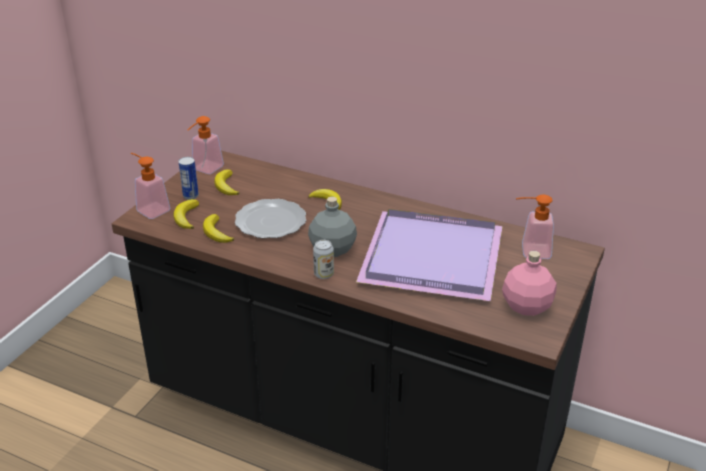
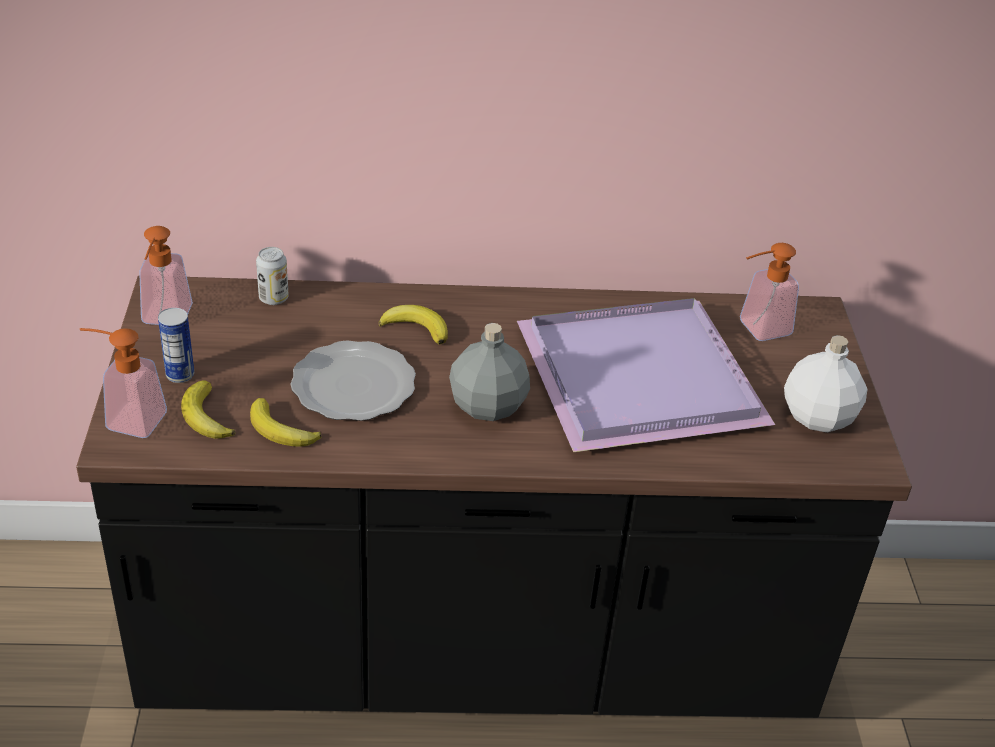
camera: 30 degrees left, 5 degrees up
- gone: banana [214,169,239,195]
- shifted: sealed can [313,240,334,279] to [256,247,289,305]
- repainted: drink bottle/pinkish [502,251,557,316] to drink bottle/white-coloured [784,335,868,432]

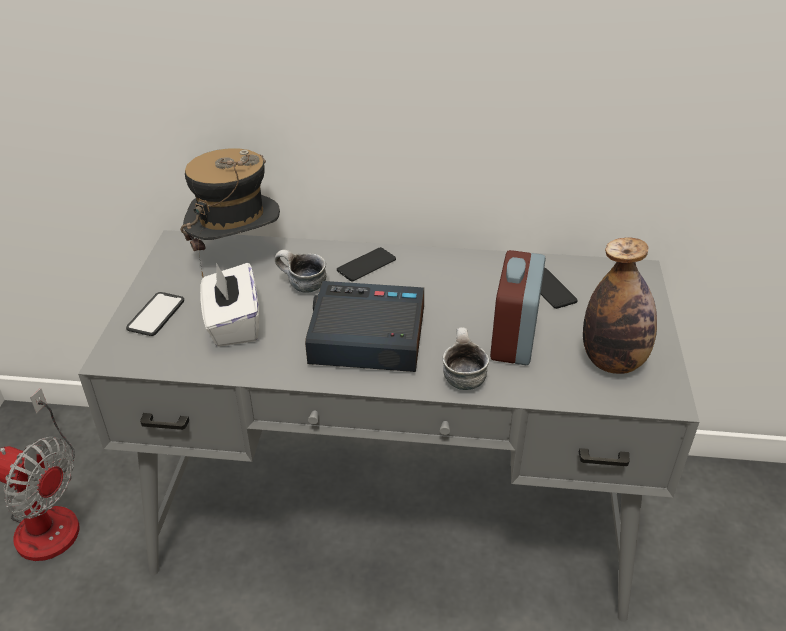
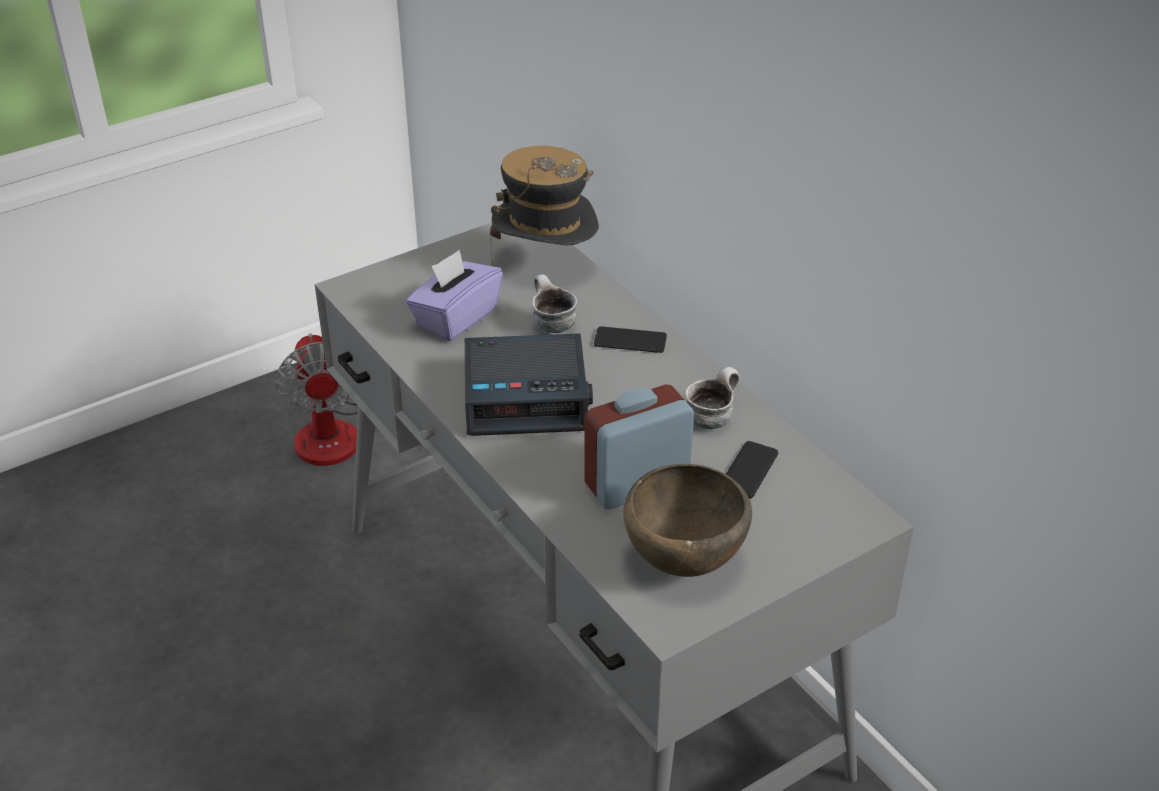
camera: 50 degrees right, 0 degrees up
- gone: handset [126,292,184,336]
- repainted: box of tissues/white-coloured [200,263,259,347] to box of tissues/purplish [406,250,503,341]
- rotated: bedside clock [305,281,424,372] = [465,333,593,436] 120 degrees clockwise
- shifted: mug [443,327,489,390] to [685,367,740,429]
- swapped: drink bottle [583,238,657,374] to deep dish/brownish [624,464,752,577]

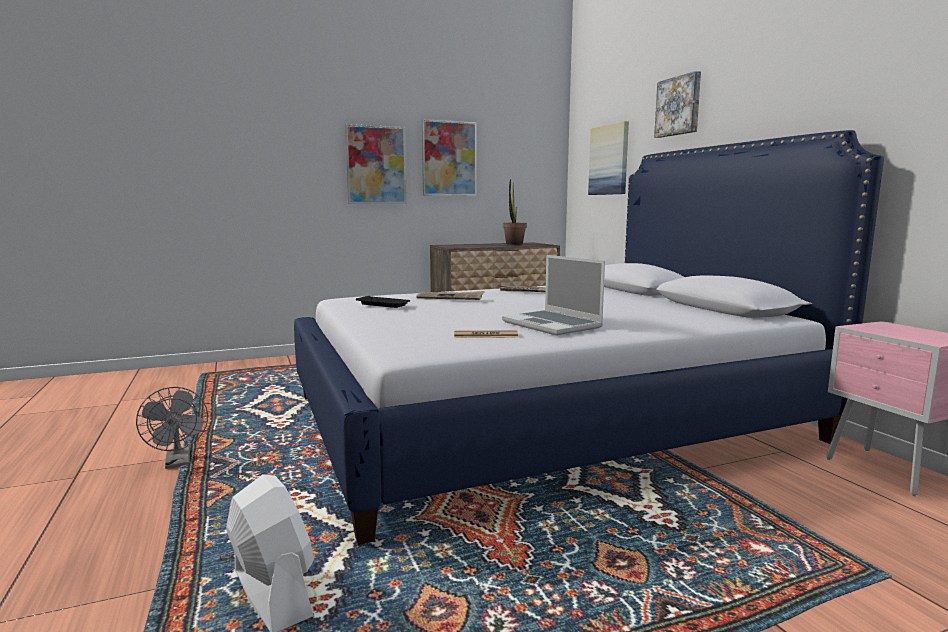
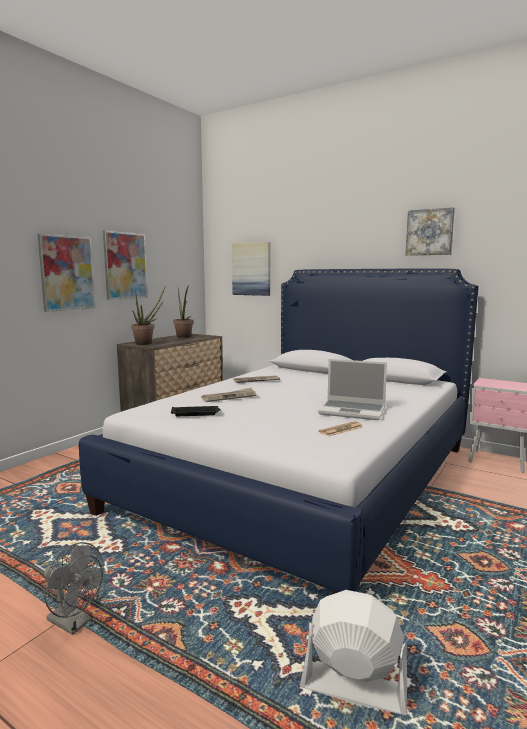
camera: 35 degrees left, 0 degrees up
- shifted: wall art [654,71,701,138] to [406,207,455,256]
- new: plant in a pot [131,285,166,345]

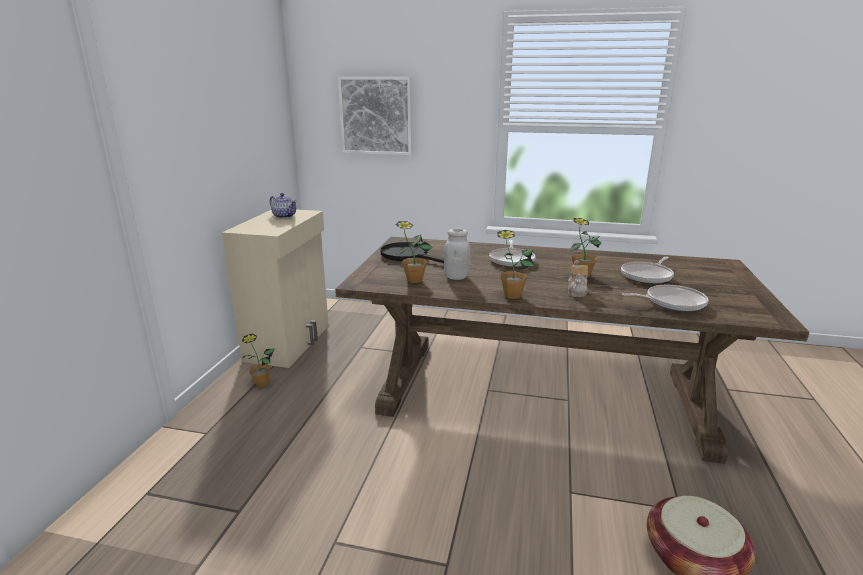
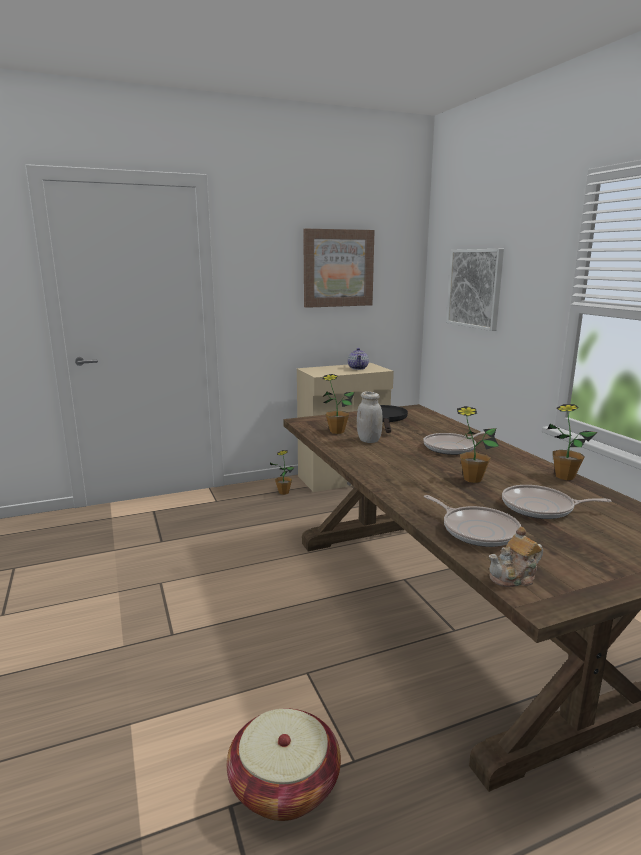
camera: 55 degrees right, 5 degrees down
- shifted: plant in a pot [497,230,534,299] to [547,404,597,480]
- shifted: tea pot [568,260,588,297] to [489,527,543,587]
- new: wall art [303,229,375,308]

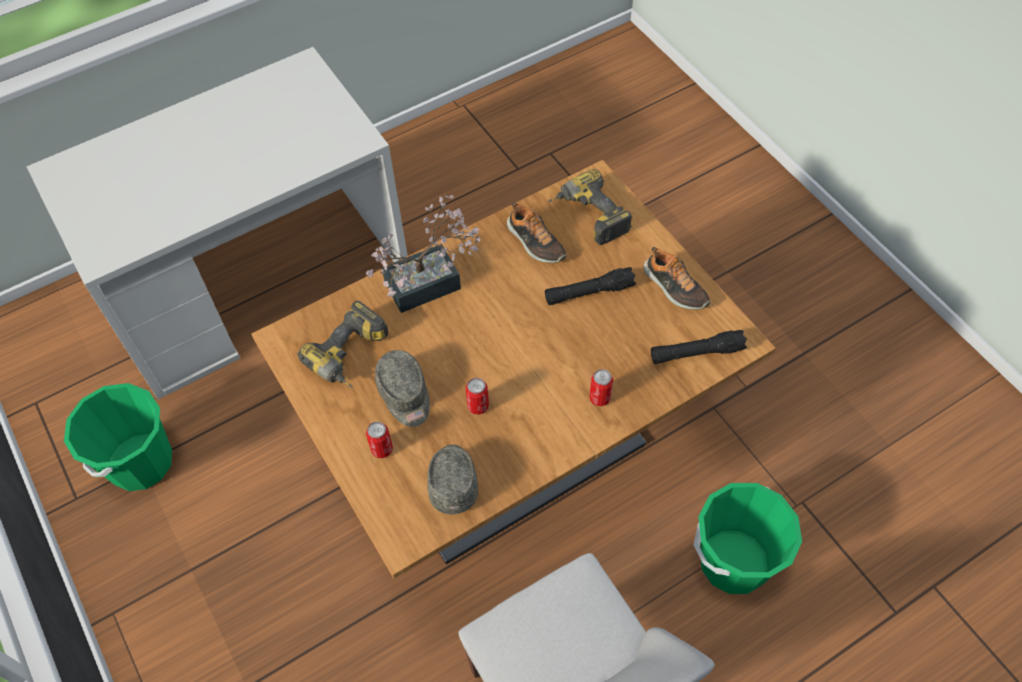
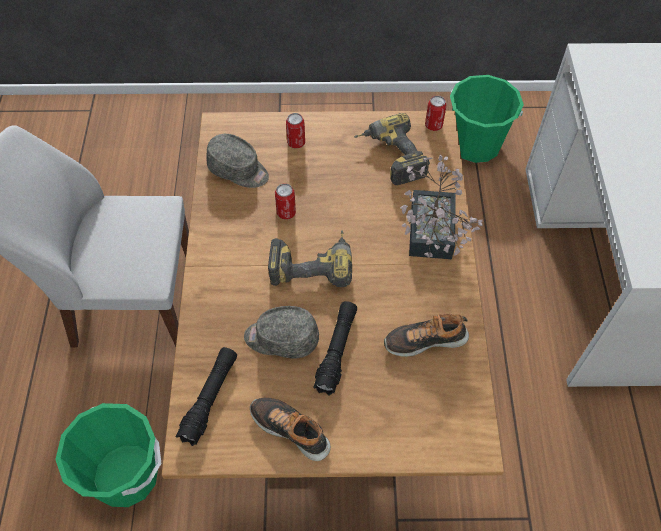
camera: 120 degrees right, 0 degrees up
- shifted: cap/greyish [375,350,430,427] to [244,306,319,358]
- shifted: electric drill [548,169,633,245] to [268,230,352,287]
- shifted: sealed can [589,369,613,406] to [425,96,447,131]
- rotated: item of footwear [644,247,710,310] = [250,398,331,461] 45 degrees clockwise

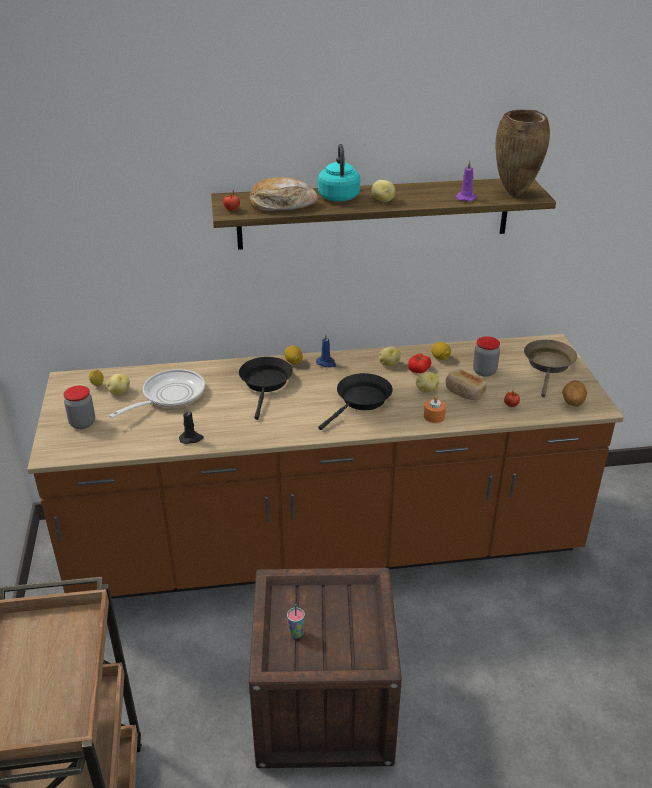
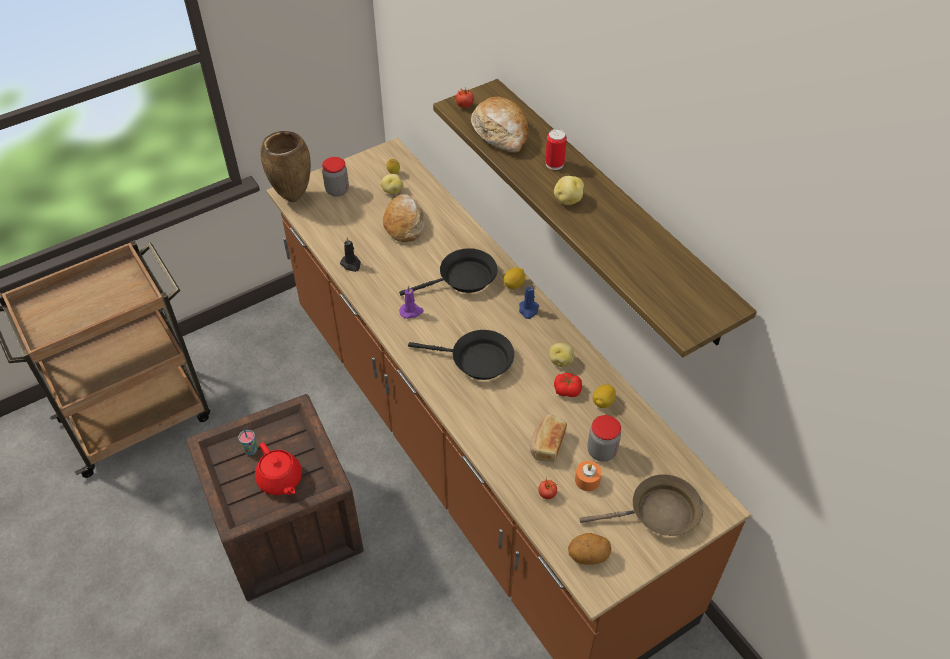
camera: 65 degrees right, 15 degrees up
- swapped: skillet [109,369,205,418] to baked bread [383,194,424,242]
- swapped: water kettle/blue-green [318,144,360,201] to sealed can [545,129,567,170]
- gone: spud [416,372,439,393]
- shifted: candle/orange [424,396,446,423] to [575,461,602,491]
- shifted: candle/purplish [456,161,476,202] to [399,285,424,319]
- shifted: flower vase/brownish [495,110,550,196] to [261,131,311,202]
- new: tea pot/reddish [255,442,302,495]

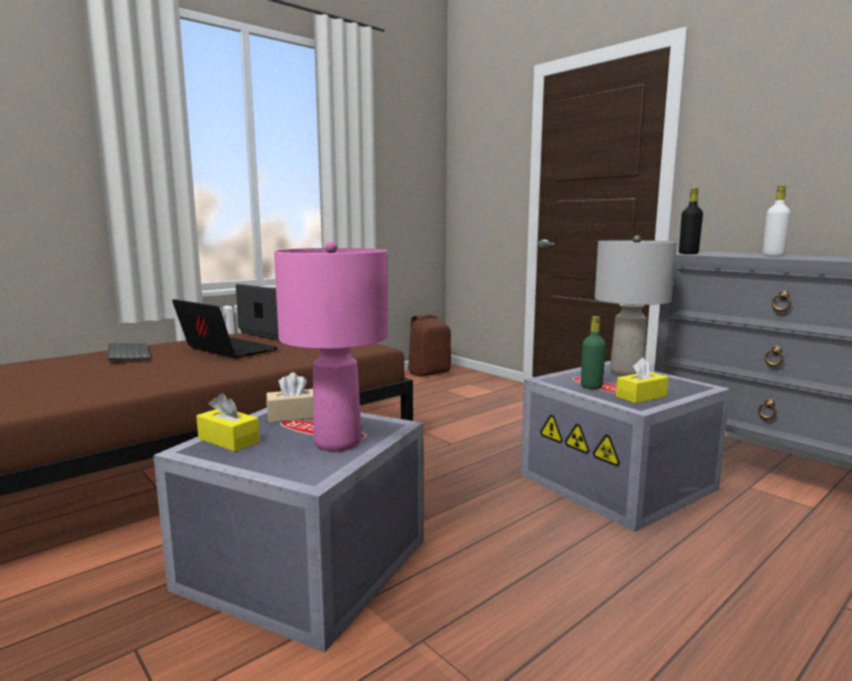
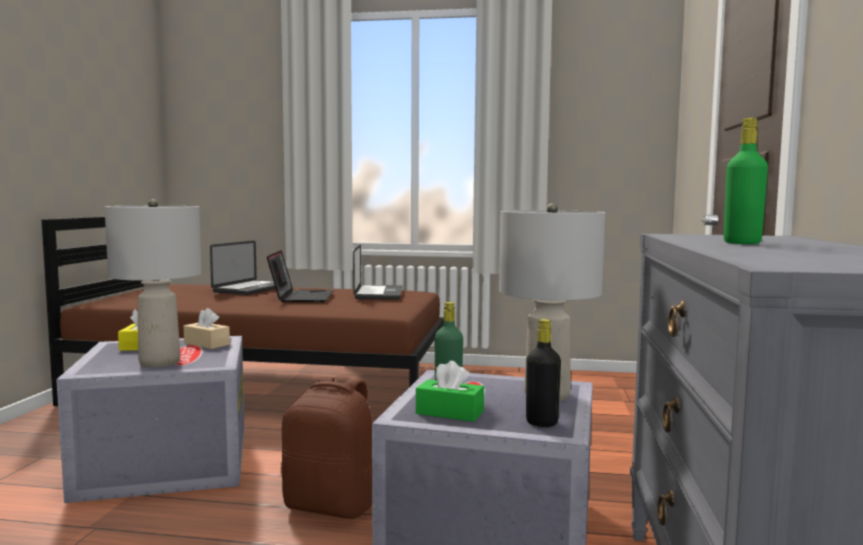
camera: 50 degrees right, 5 degrees down
- swapped: keyboard [108,343,151,361] to portable computer [210,241,276,295]
- repainted: lamp for a table/pinkish [274,241,388,452] to lamp for a table/greyish [105,199,202,367]
- shifted: backpack/brownish [408,314,451,376] to [281,376,372,519]
- repainted: box of tissues/yellowish [616,358,669,403] to box of tissues/green [416,361,484,422]
- shifted: drink bottle/blackish [679,188,703,254] to [526,319,561,427]
- repainted: drink bottle/white-coloured [763,185,791,257] to drink bottle/green [724,118,768,244]

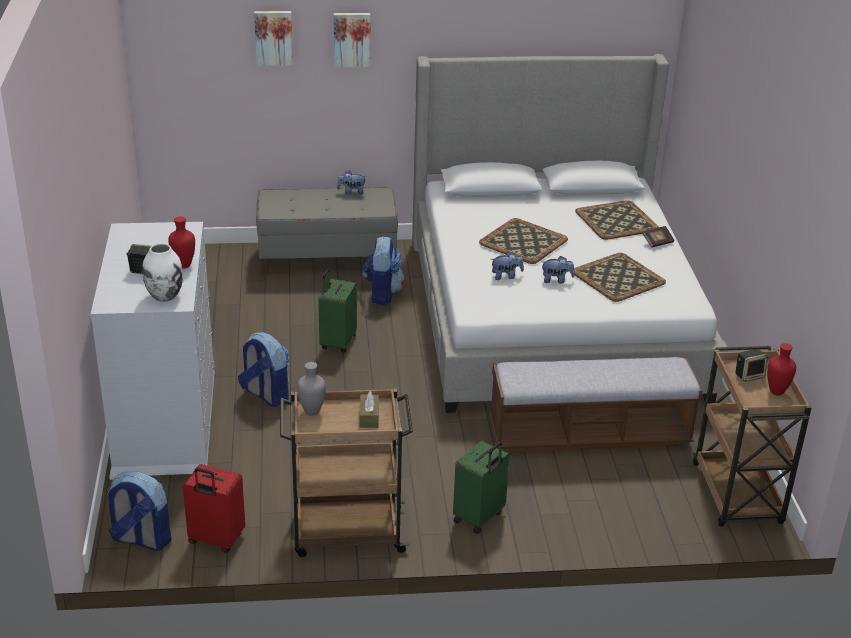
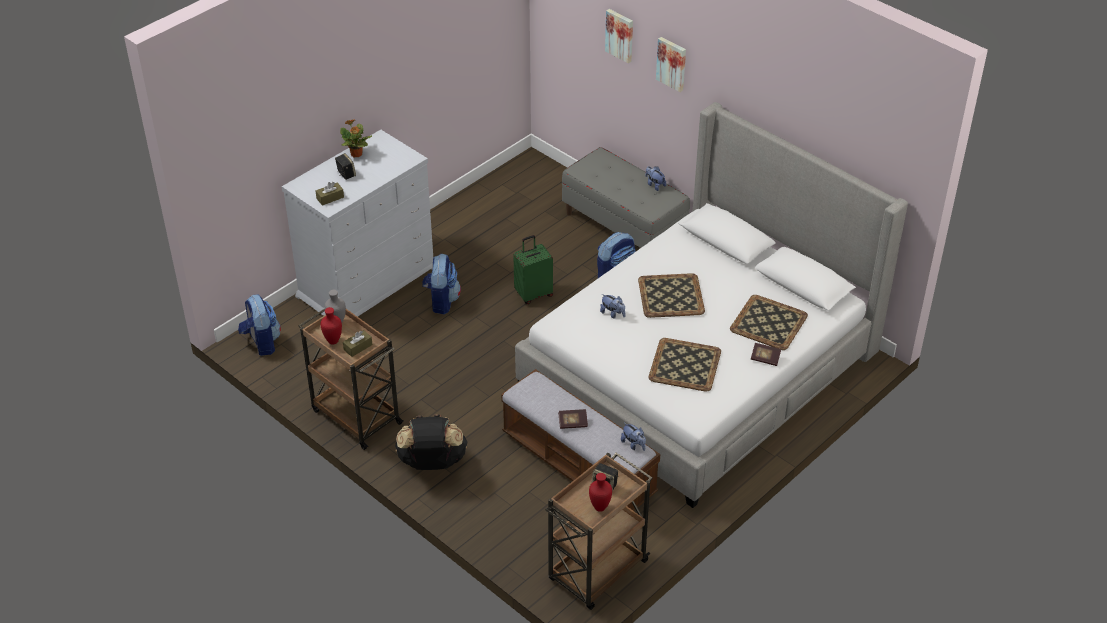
camera: 50 degrees right, 10 degrees up
- swapped: flower vase/white-coloured [142,243,183,302] to box of tissues/brownish [316,182,344,206]
- shifted: flower vase/reddish [168,216,195,269] to [321,307,342,344]
- gone: piece of luggage/reddish [183,464,245,553]
- swapped: piece of luggage/green [453,441,510,534] to backpack/blackish [395,414,467,470]
- shifted: plush toy [542,256,574,284] to [621,423,646,451]
- new: plant in a pot [340,119,372,157]
- new: volume [558,409,588,429]

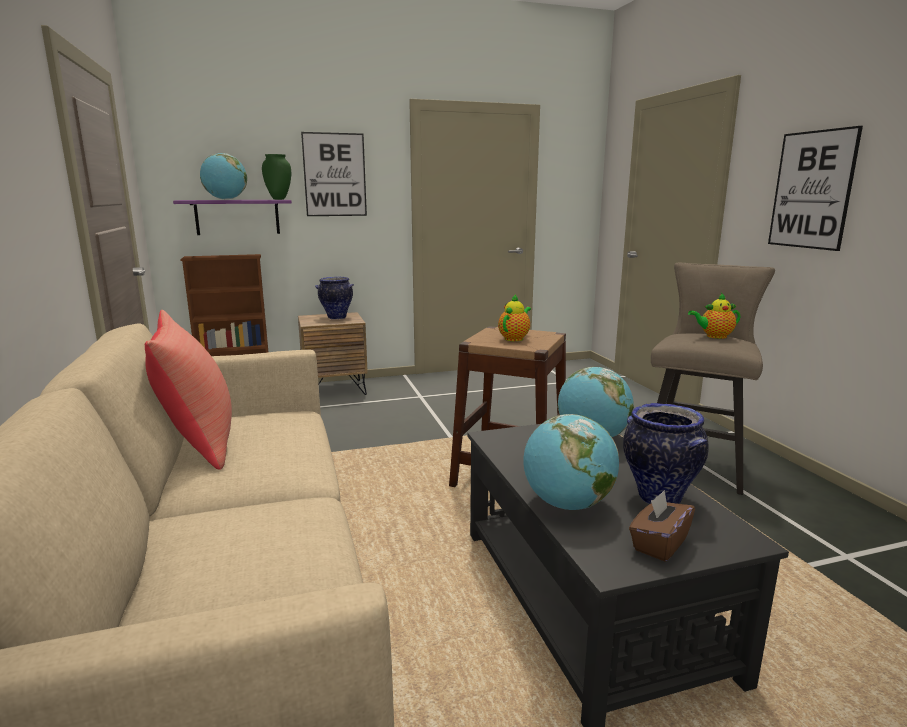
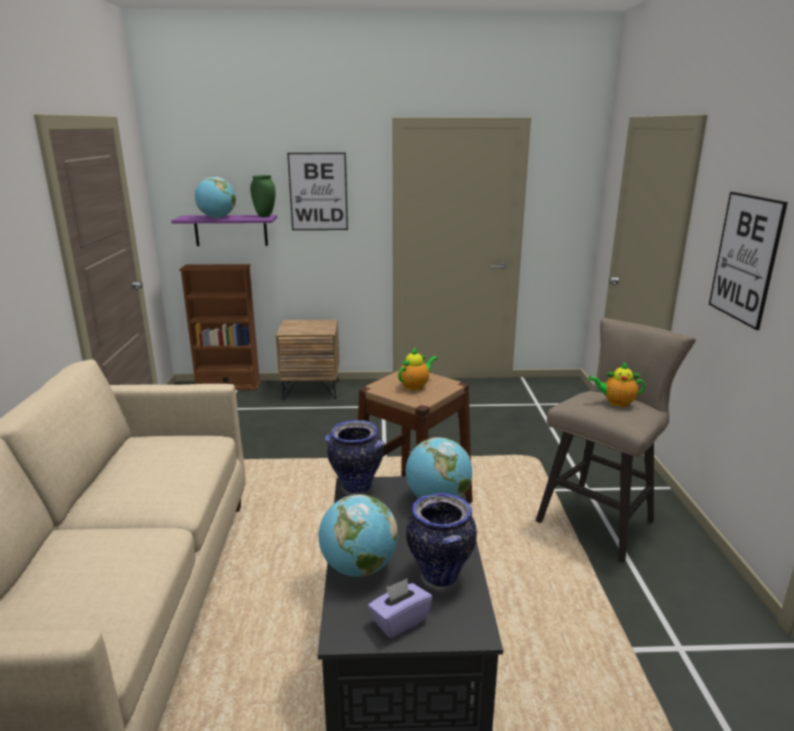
camera: 15 degrees right, 5 degrees up
- gone: throw pillow/reddish [145,310,232,470]
- shifted: flower vase [315,277,354,320] to [325,420,384,494]
- repainted: box of tissues/brownish [629,490,695,562] to box of tissues/purplish [368,579,432,638]

